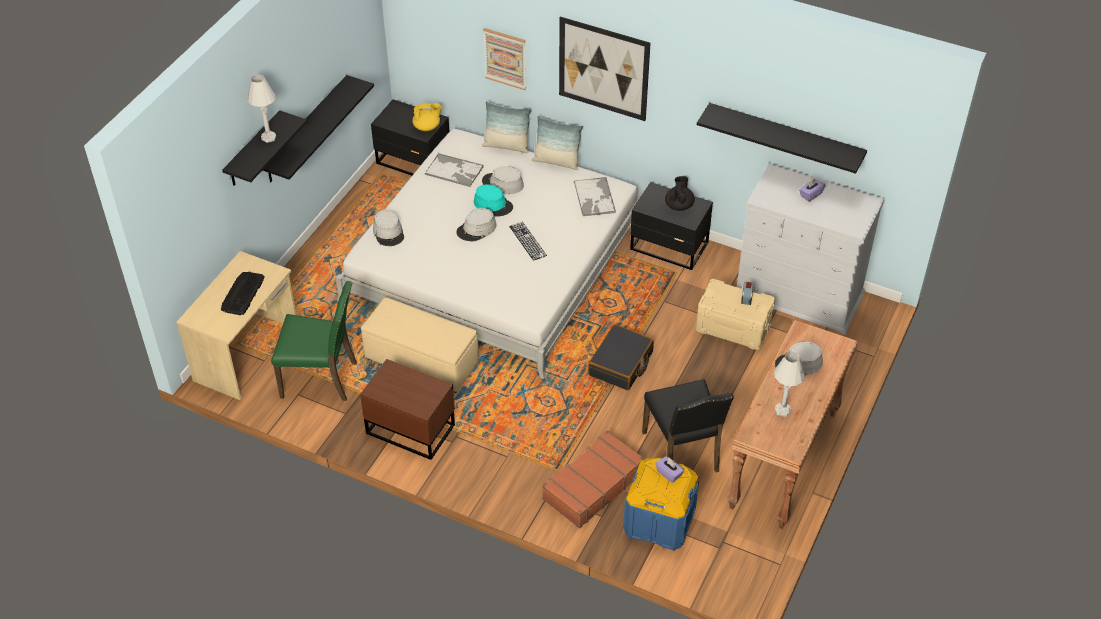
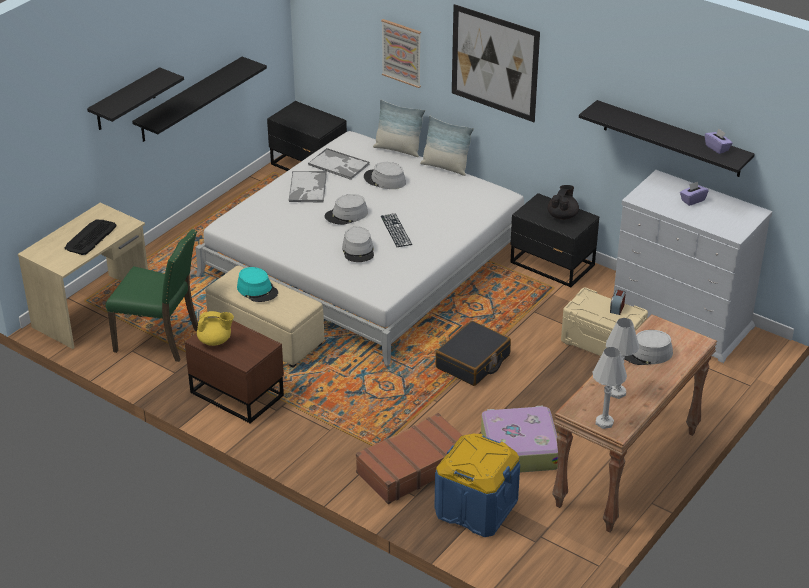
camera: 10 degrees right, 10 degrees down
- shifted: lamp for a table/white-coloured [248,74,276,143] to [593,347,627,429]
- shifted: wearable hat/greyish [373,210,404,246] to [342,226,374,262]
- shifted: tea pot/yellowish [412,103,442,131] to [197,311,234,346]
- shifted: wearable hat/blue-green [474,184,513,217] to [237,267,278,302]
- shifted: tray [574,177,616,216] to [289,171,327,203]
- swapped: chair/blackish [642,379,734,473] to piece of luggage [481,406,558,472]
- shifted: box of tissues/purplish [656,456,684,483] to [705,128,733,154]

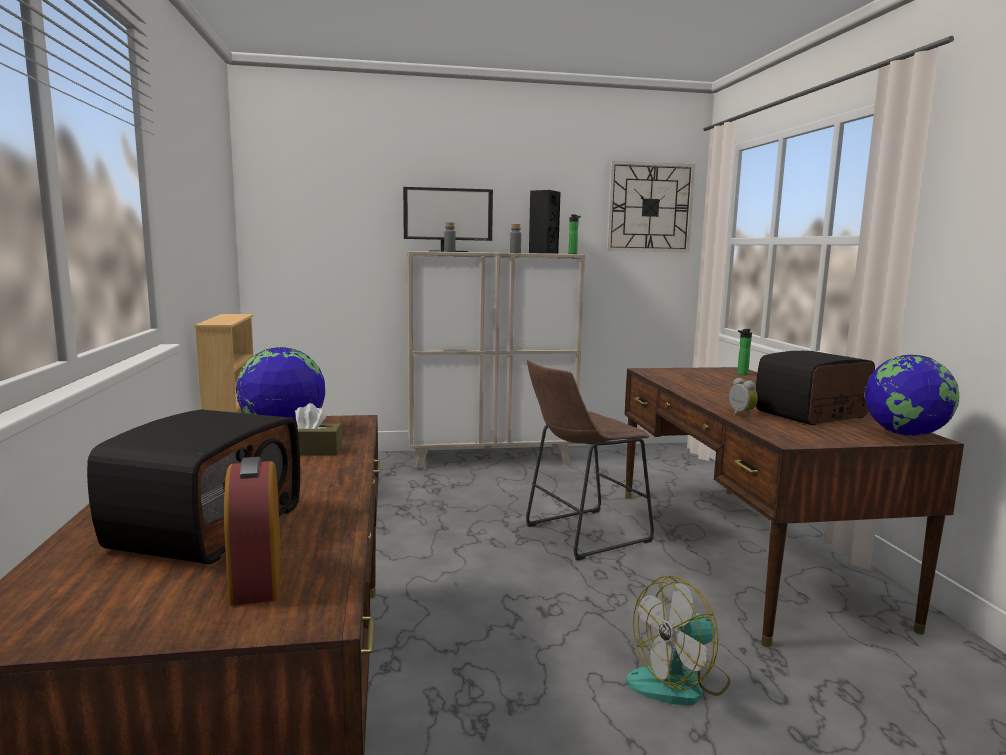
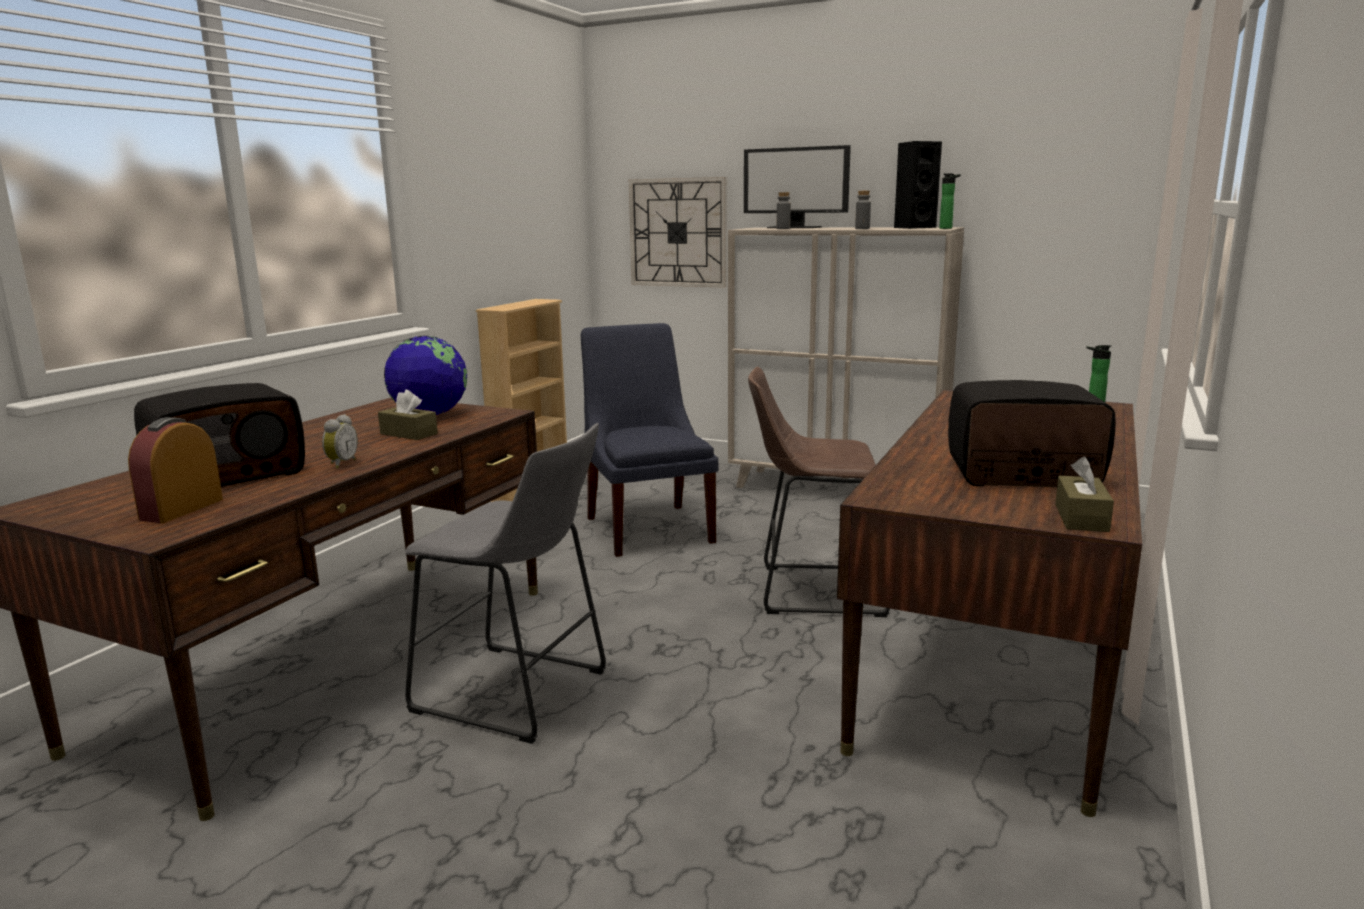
camera: 35 degrees right, 5 degrees up
- shifted: clock on the wall [607,161,695,252] to [629,177,726,288]
- gone: electric fan [626,575,730,706]
- shifted: bedside clock [729,378,757,417] to [322,414,358,469]
- swapped: desk globe [864,354,959,436] to box of tissues/brownish [1055,457,1114,532]
- new: stool/greyish [405,423,606,744]
- new: chair/blue-coloured [581,323,718,557]

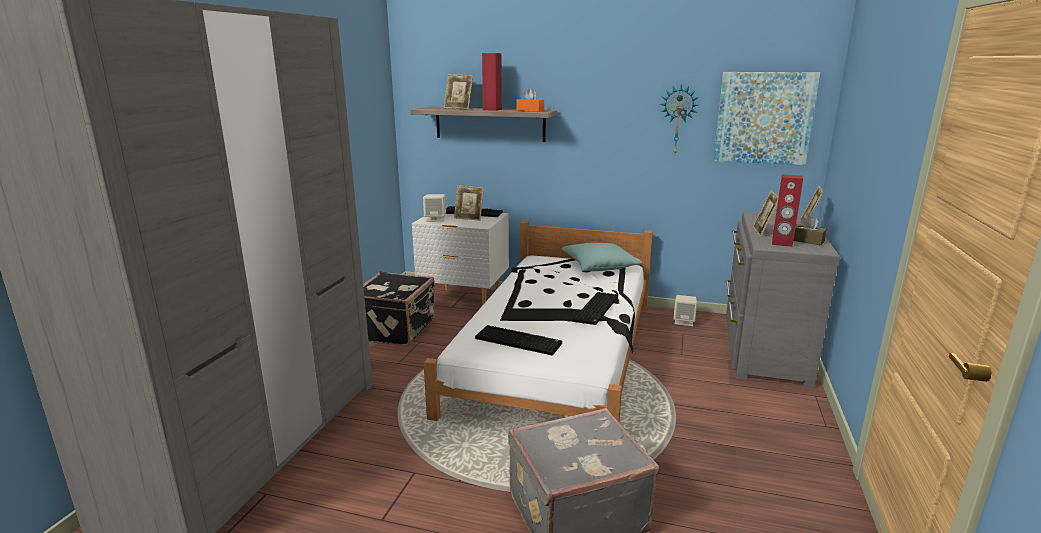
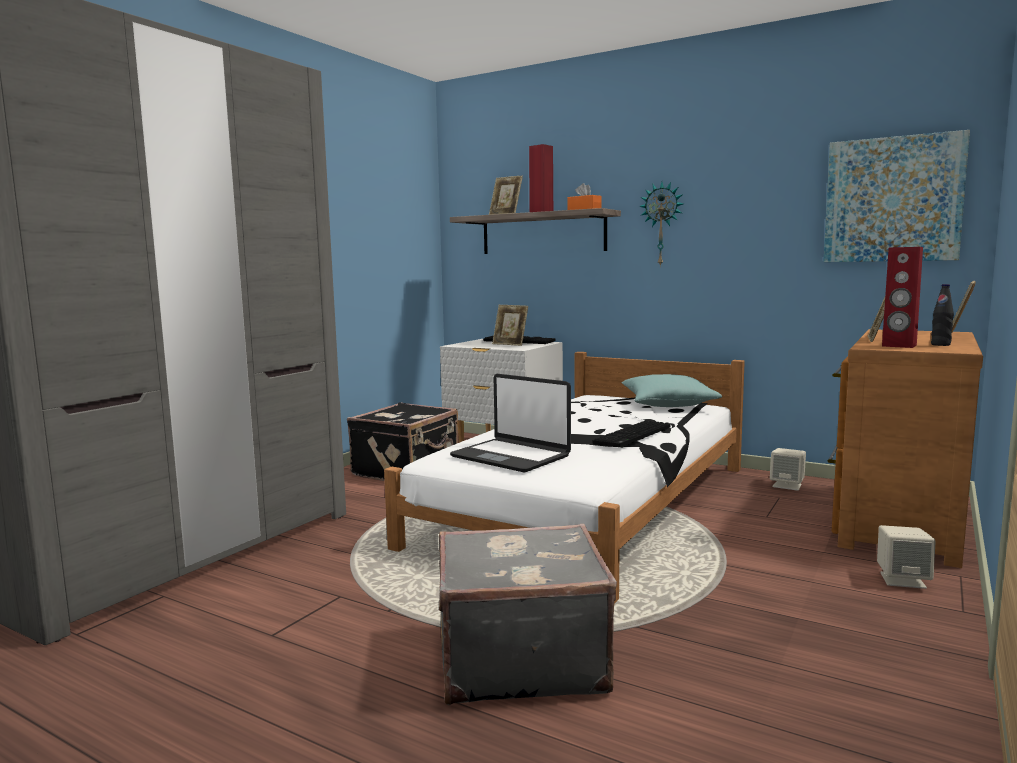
camera: 15 degrees right, 10 degrees down
- shifted: audio speaker/sand-coloured [423,194,446,222] to [877,525,936,589]
- swapped: keyboard [475,325,562,355] to portable computer [450,374,571,473]
- shifted: clock on the wall [660,84,699,154] to [639,182,684,267]
- repainted: dresser/greyish [726,212,840,389] to dresser/brownish [828,329,983,568]
- swapped: box of tissues/brownish [793,216,827,245] to drink bottle/blackish [931,284,954,346]

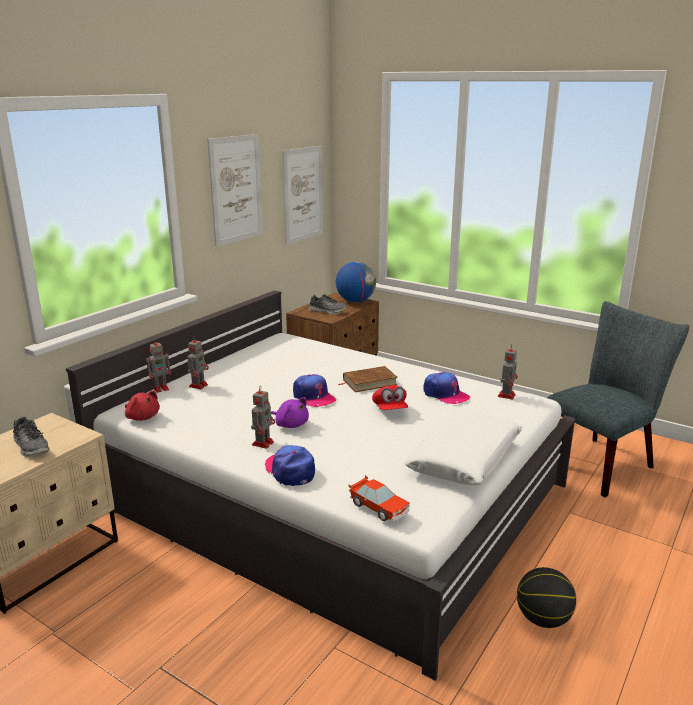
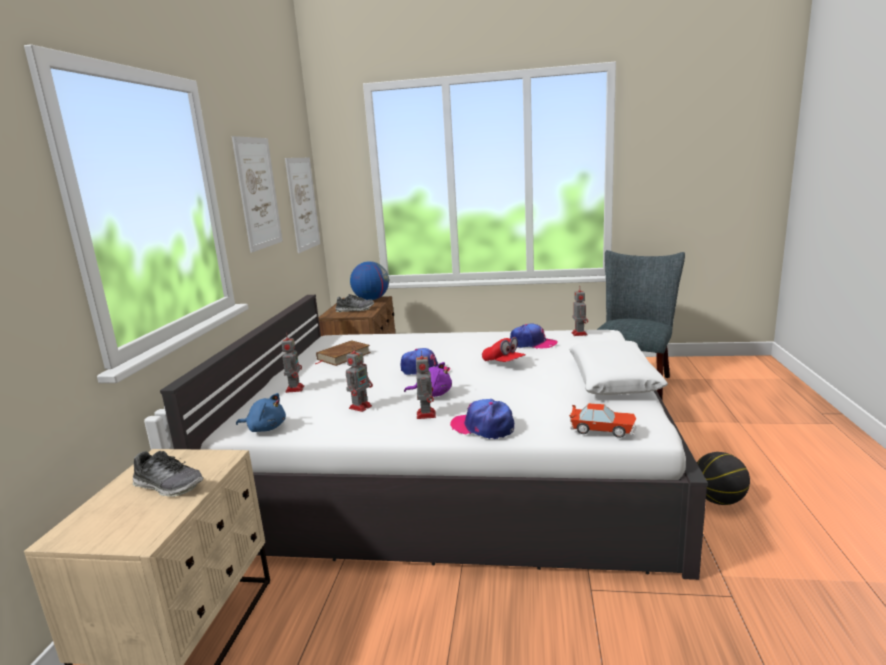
camera: 25 degrees left, 5 degrees down
- repainted: plush toy/reddish [125,391,160,421] to plush toy/blue-coloured [236,393,286,432]
- shifted: model robot [146,338,171,393] to [346,345,373,412]
- shifted: volume/brownish [339,366,398,392] to [315,340,371,366]

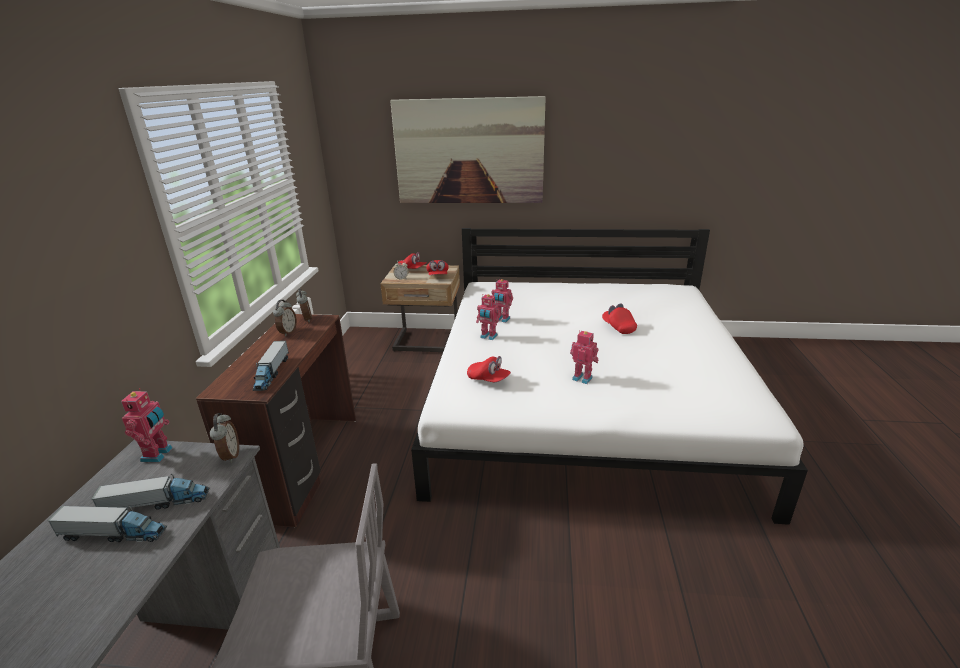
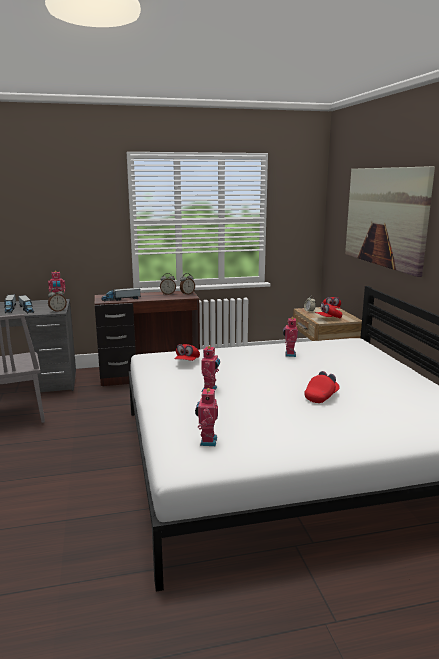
camera: 70 degrees right, 10 degrees down
- shifted: model robot [476,294,500,340] to [195,386,218,446]

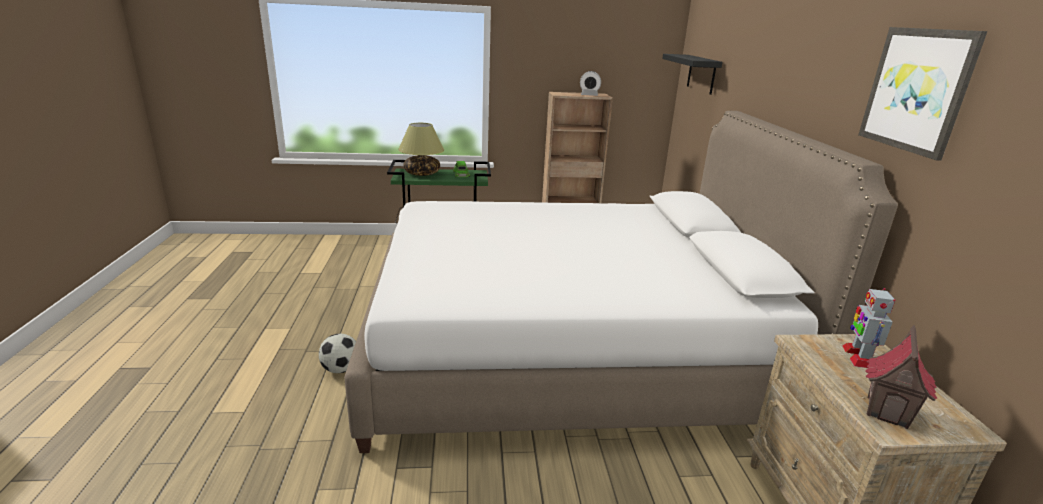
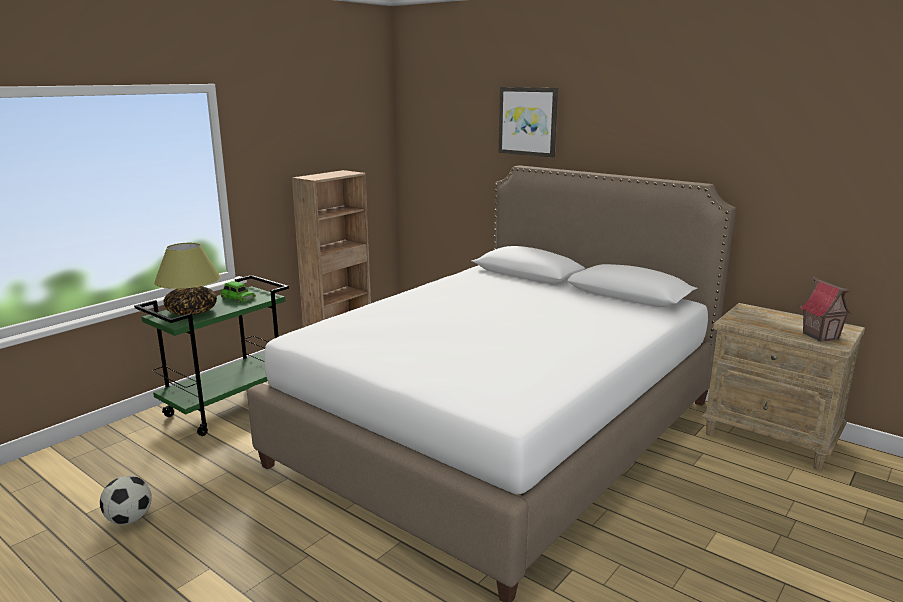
camera: 45 degrees left, 5 degrees down
- shifted: ball for football [319,333,356,373] to [100,476,152,525]
- gone: bedside clock [580,71,601,96]
- gone: wall shelf/blackish [662,54,722,95]
- gone: model robot [842,288,896,368]
- shifted: wall art [858,27,987,161] to [499,87,558,157]

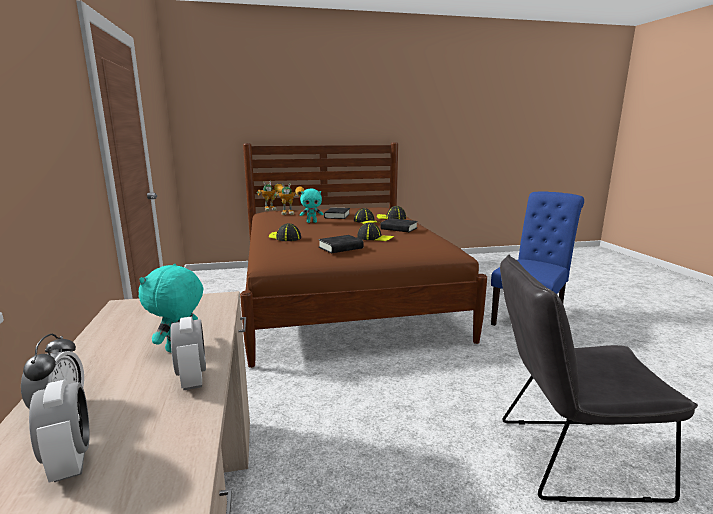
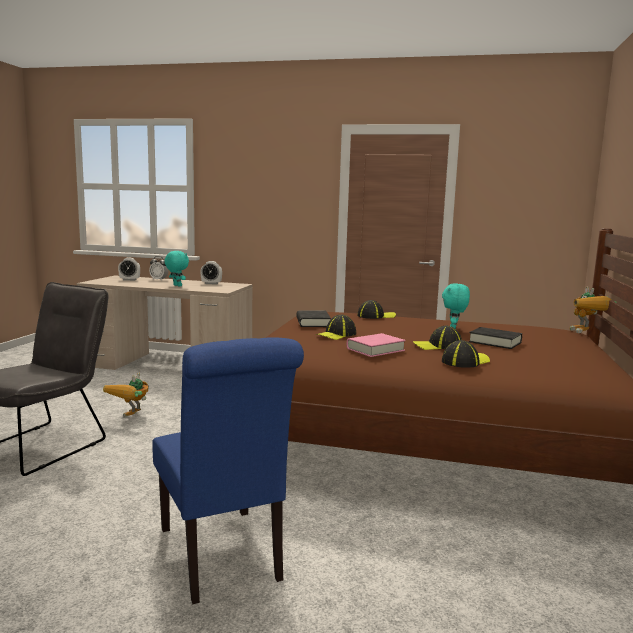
camera: 115 degrees right, 5 degrees down
- shifted: bedside clock [170,317,206,391] to [200,261,222,285]
- shifted: model robot [274,183,305,215] to [103,372,149,417]
- repainted: volume/blackish [380,218,418,232] to volume/pinkish [347,333,406,357]

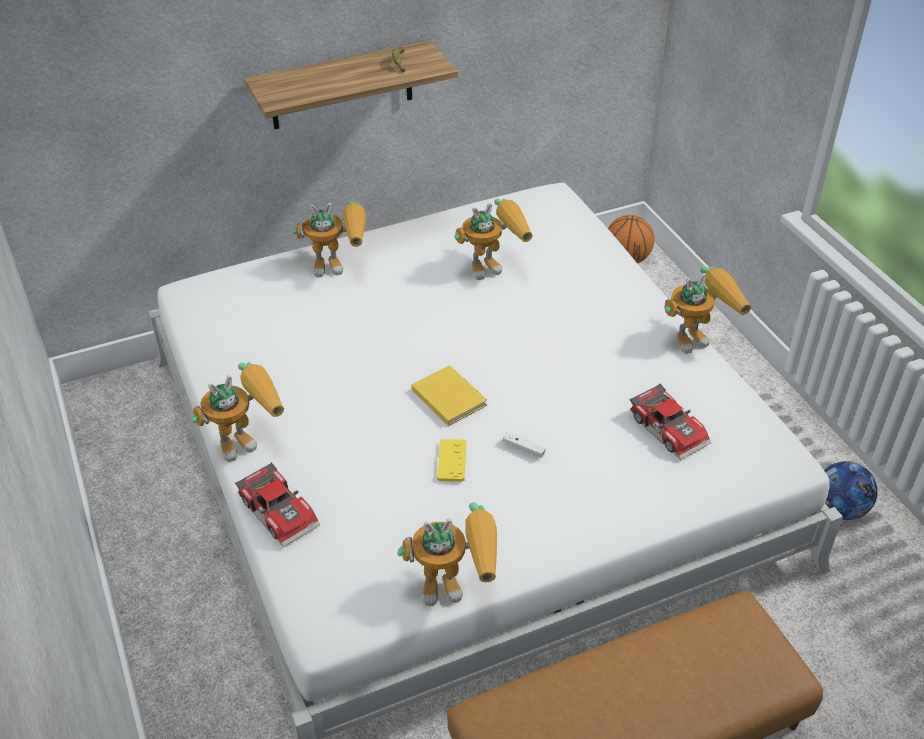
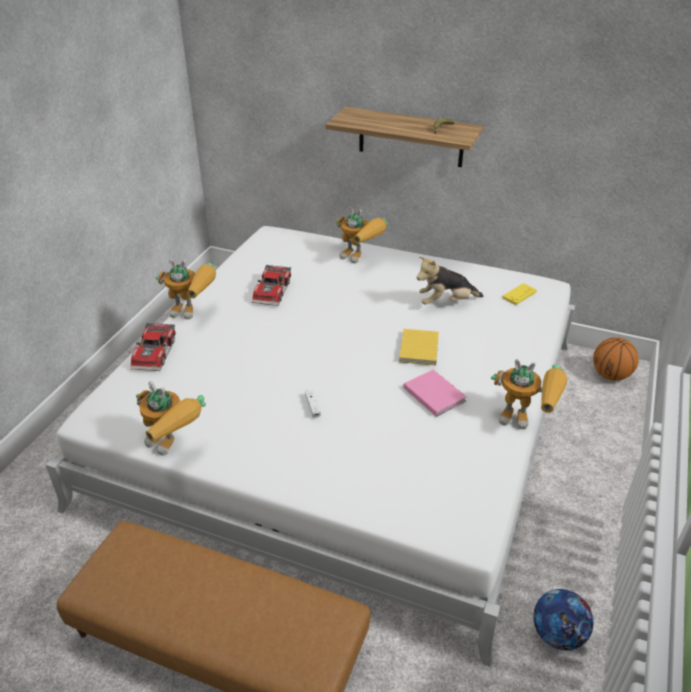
camera: 45 degrees right, 5 degrees down
- shifted: volume/yellowish [411,365,487,426] to [399,329,439,366]
- shifted: joypad/yellowish [437,439,466,482] to [503,284,537,305]
- swapped: model robot [454,199,533,280] to plush toy [417,256,483,304]
- shifted: toy car [630,384,711,460] to [252,264,291,306]
- new: volume/pinkish [404,369,467,417]

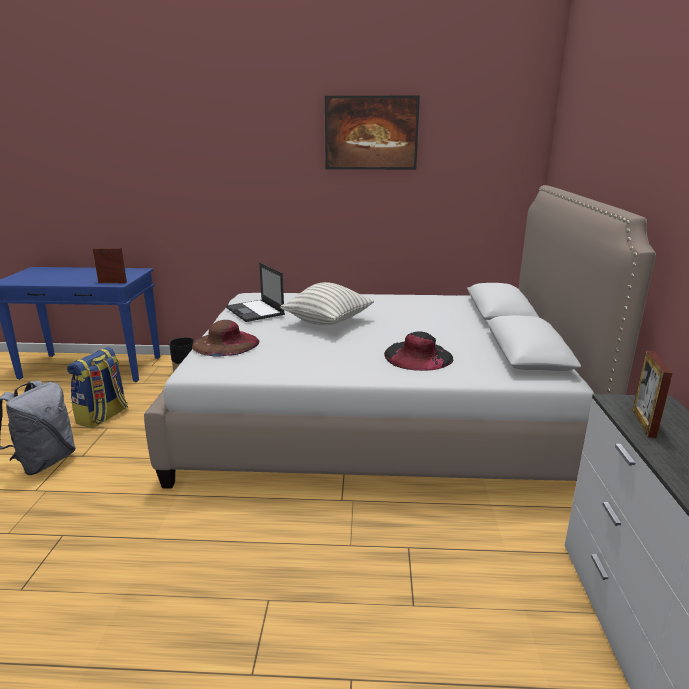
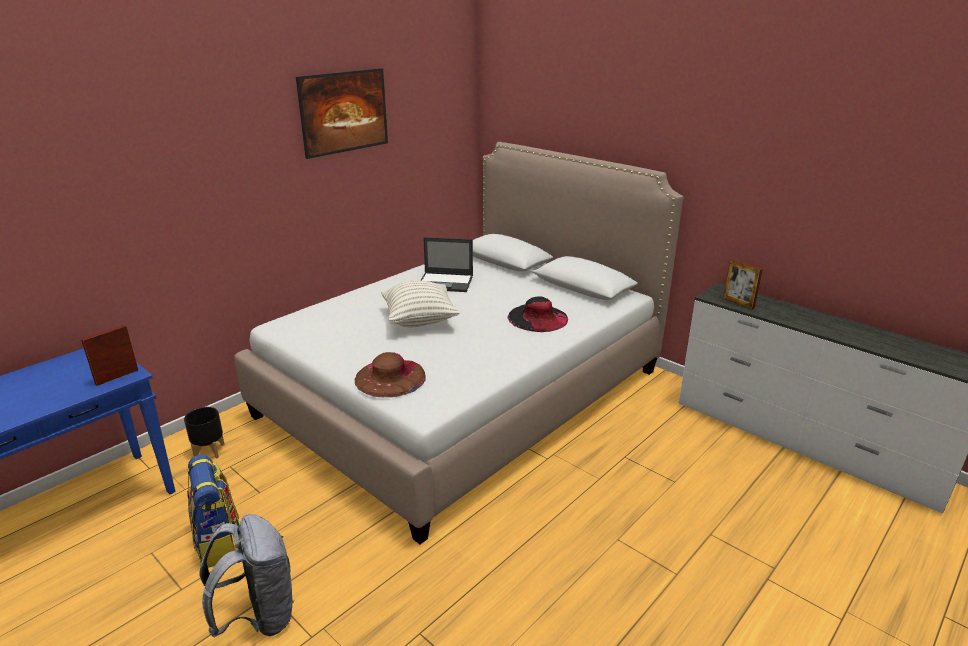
camera: 50 degrees left, 5 degrees up
- shifted: portable computer [226,262,285,322] to [420,237,473,292]

